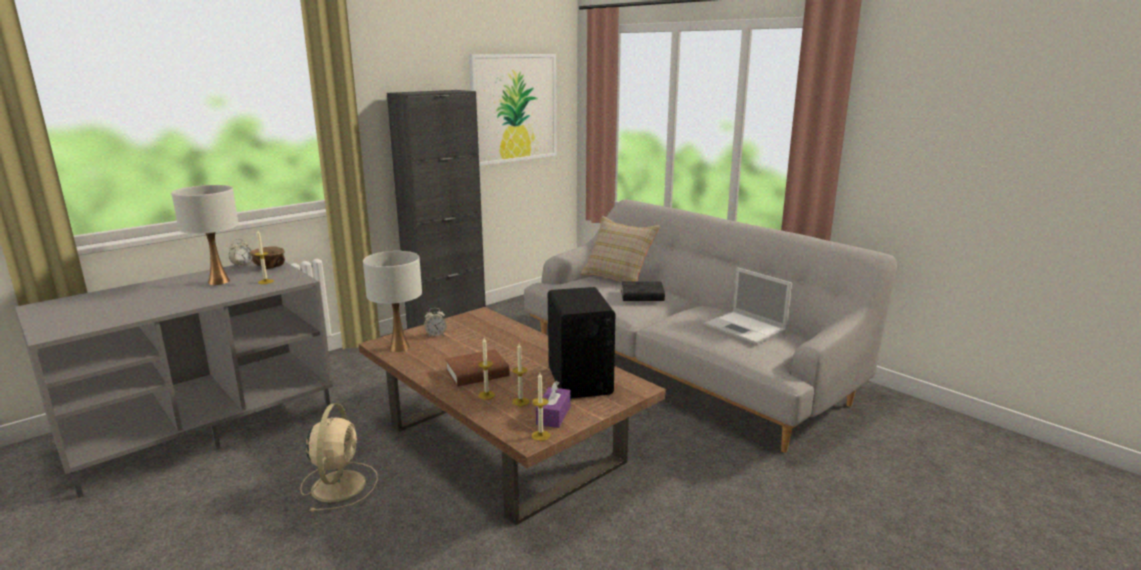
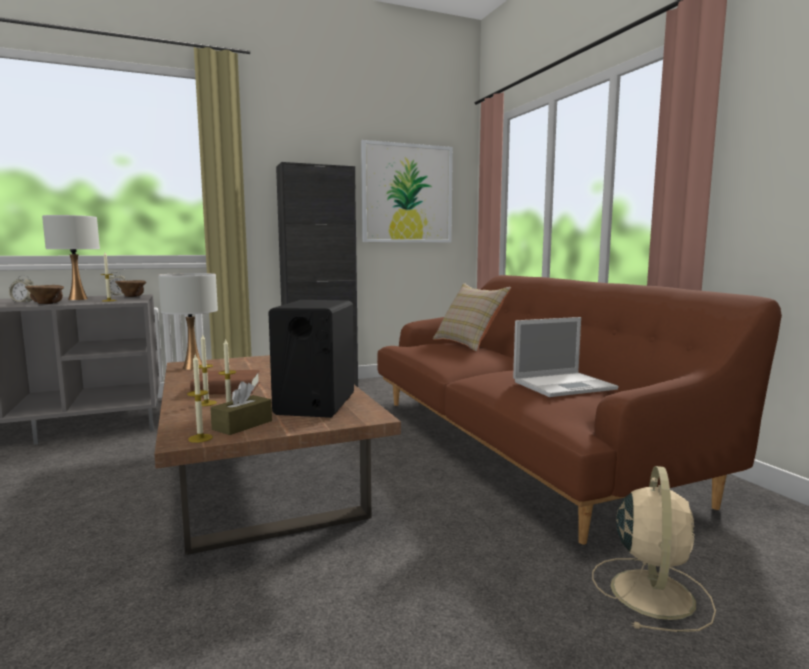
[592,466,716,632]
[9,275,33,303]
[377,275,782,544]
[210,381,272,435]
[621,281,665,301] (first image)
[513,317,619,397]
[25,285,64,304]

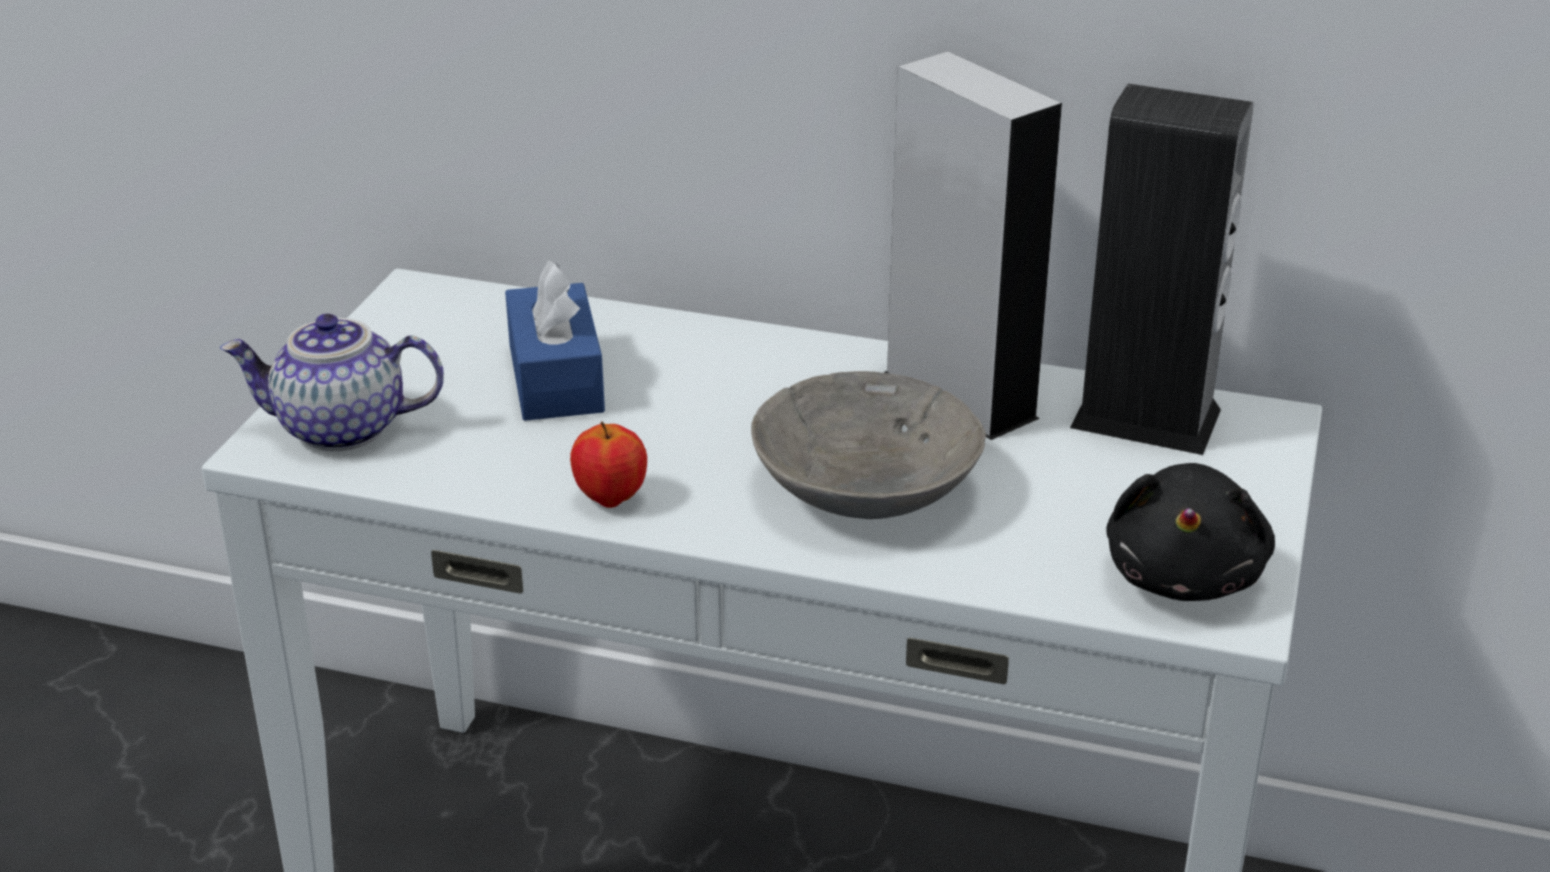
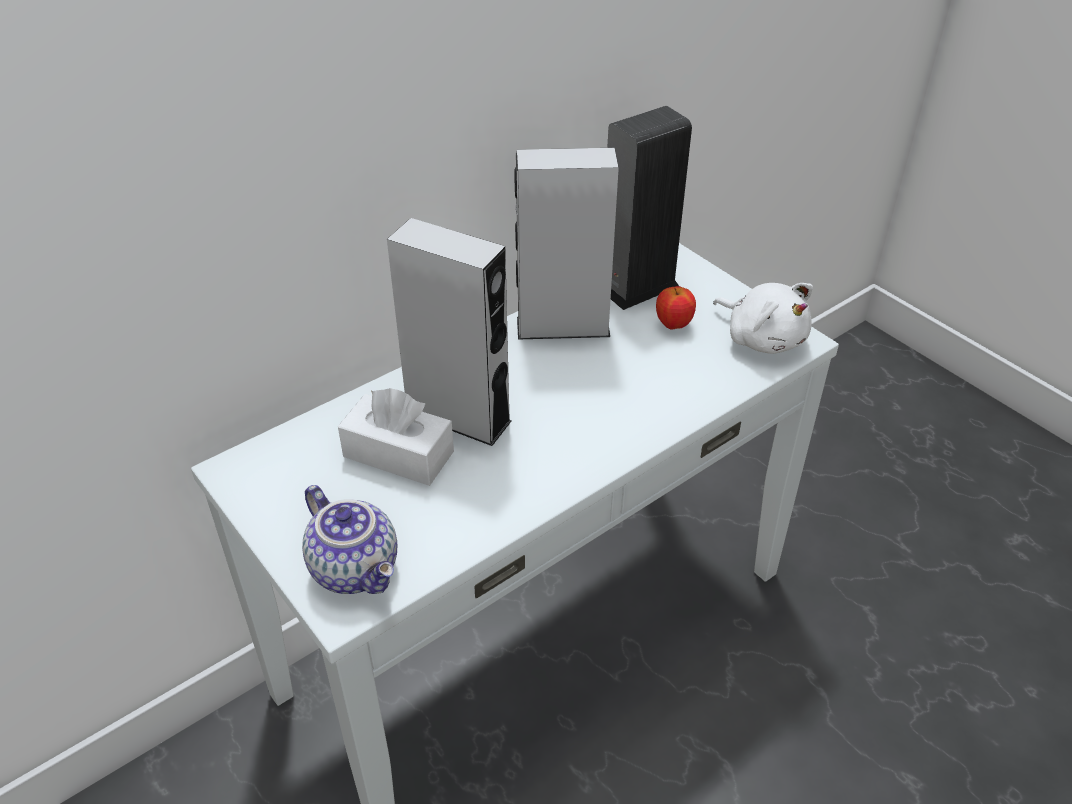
[302,485,397,594]
[338,388,454,486]
[656,286,696,330]
[751,371,986,519] (first image)
[713,283,813,354]
[387,218,511,446]

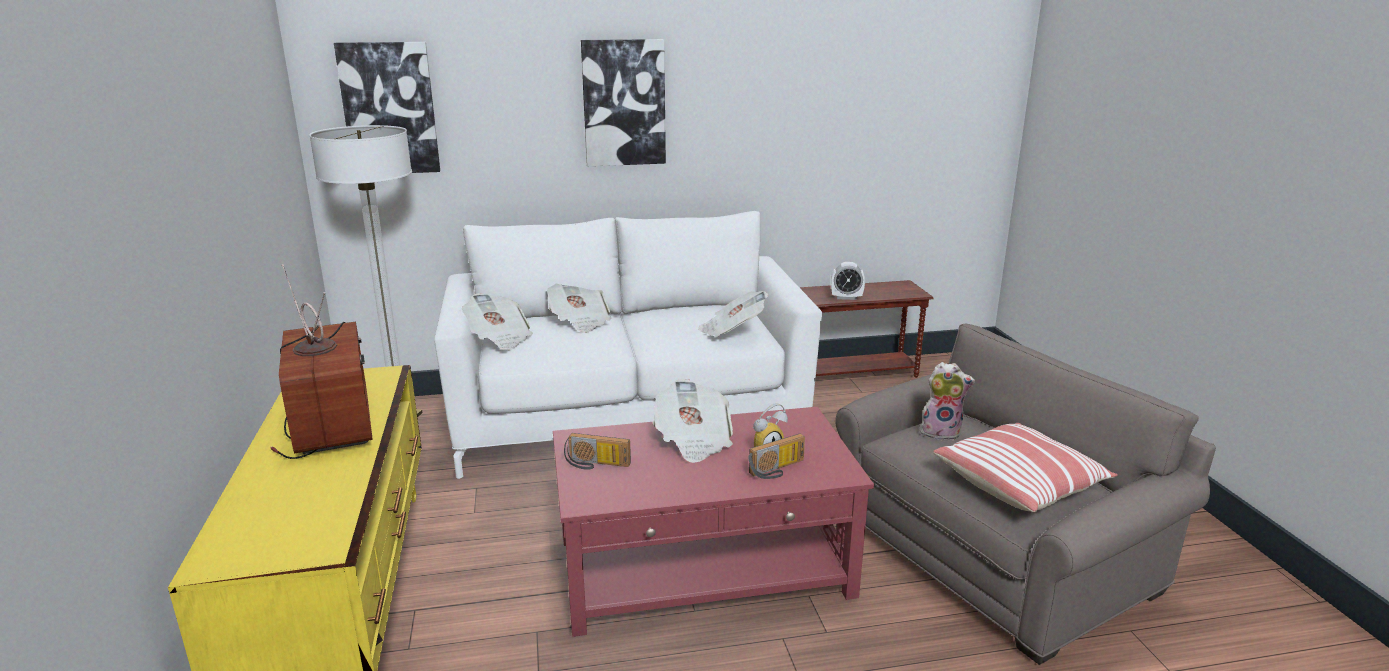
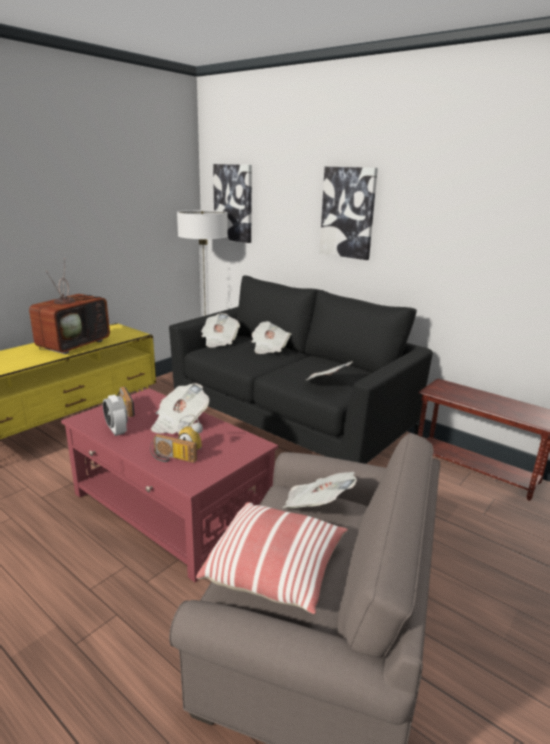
[169,275,433,464]
[103,395,128,436]
[283,472,357,509]

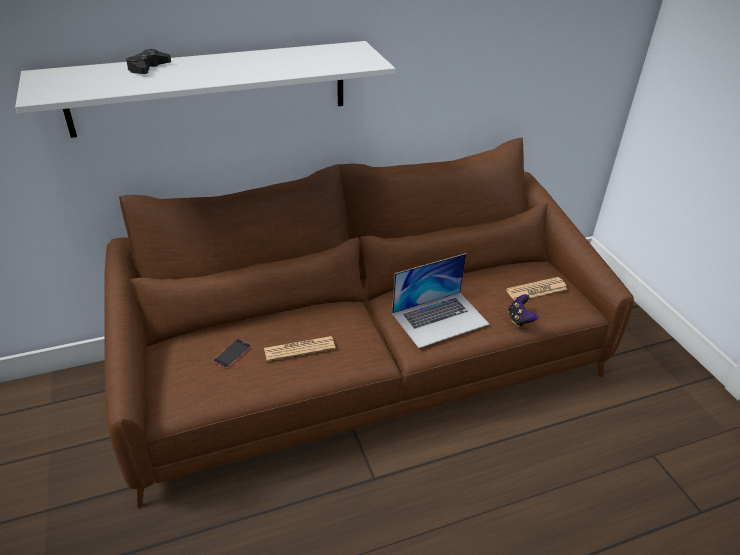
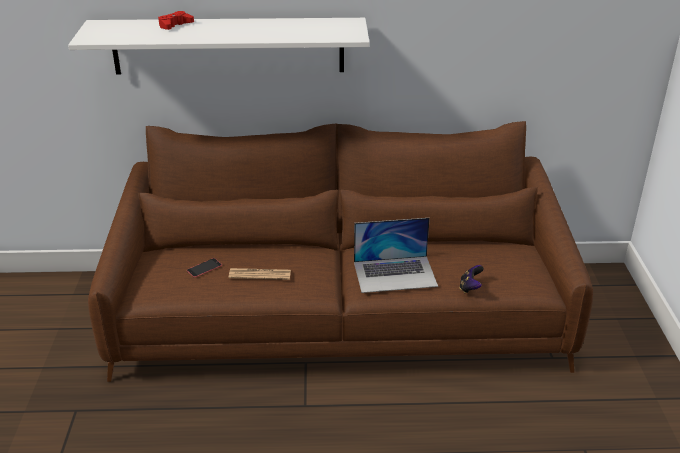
[158,11,194,30]
[506,277,567,300] (first image)

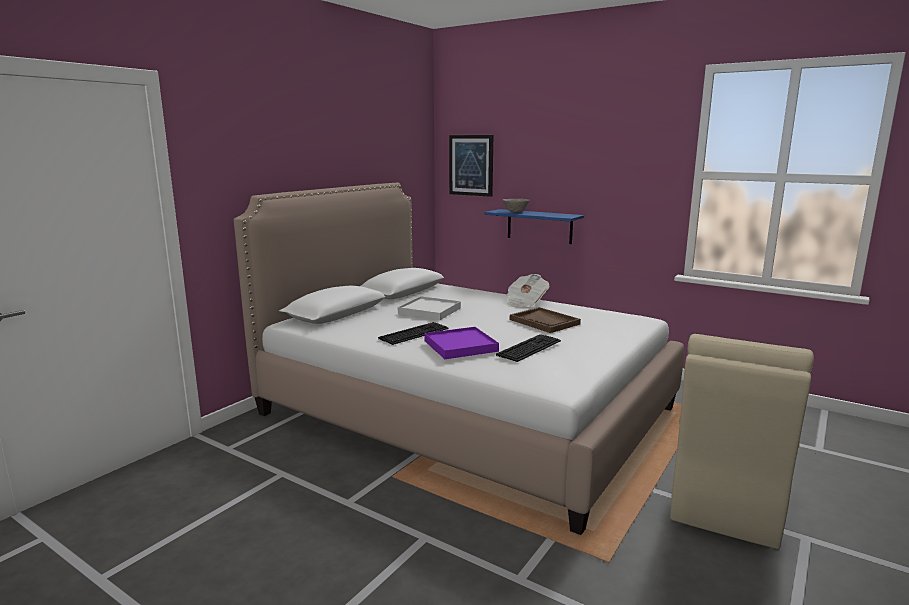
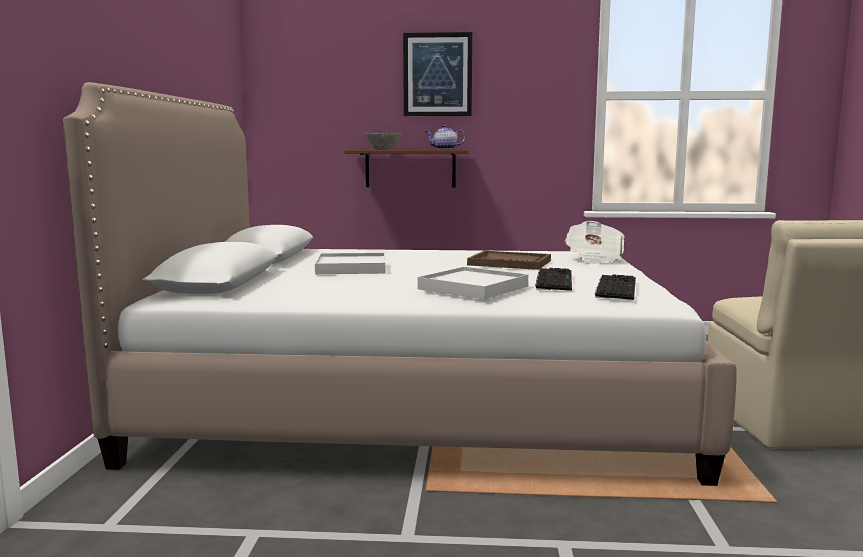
[595,274,636,300]
[417,267,528,300]
[403,32,472,116]
[344,150,470,188]
[565,221,624,264]
[425,125,465,150]

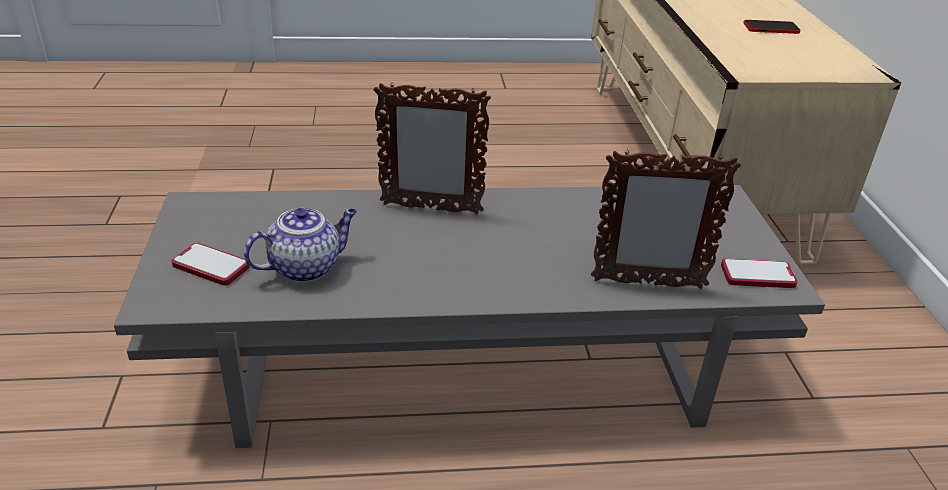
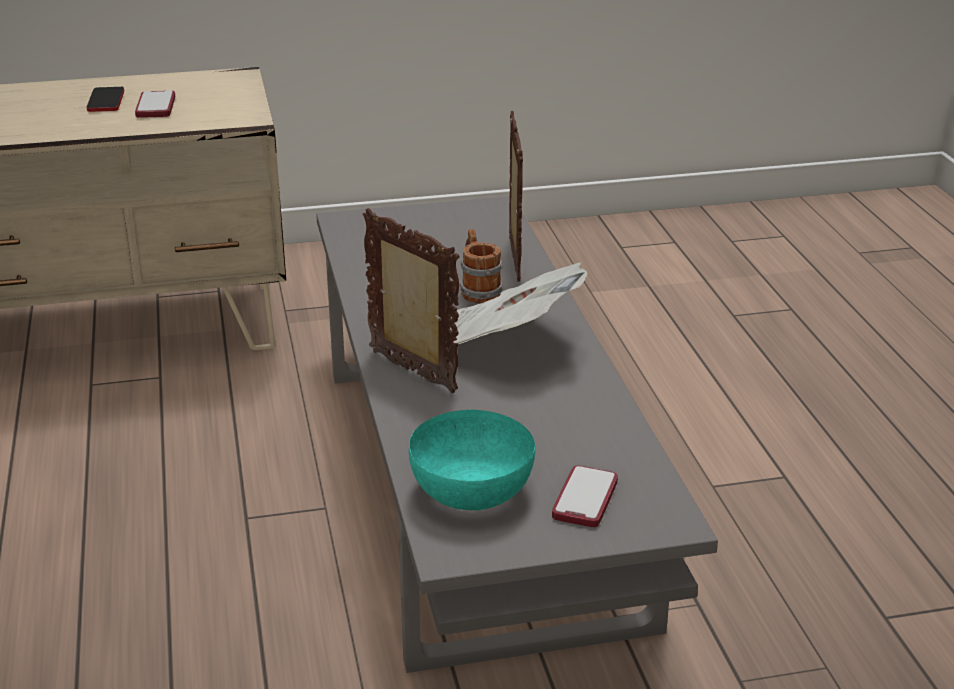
[244,208,357,282] (first image)
[363,208,460,393]
[135,90,175,118]
[409,410,535,510]
[450,263,587,344]
[460,229,504,303]

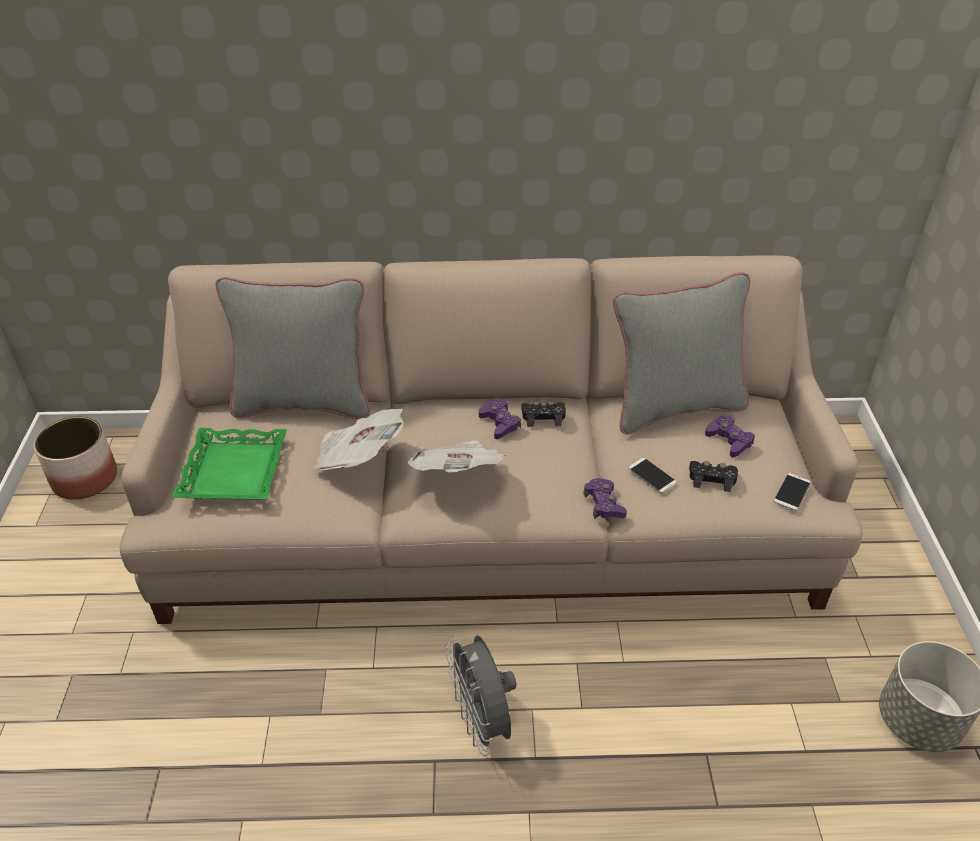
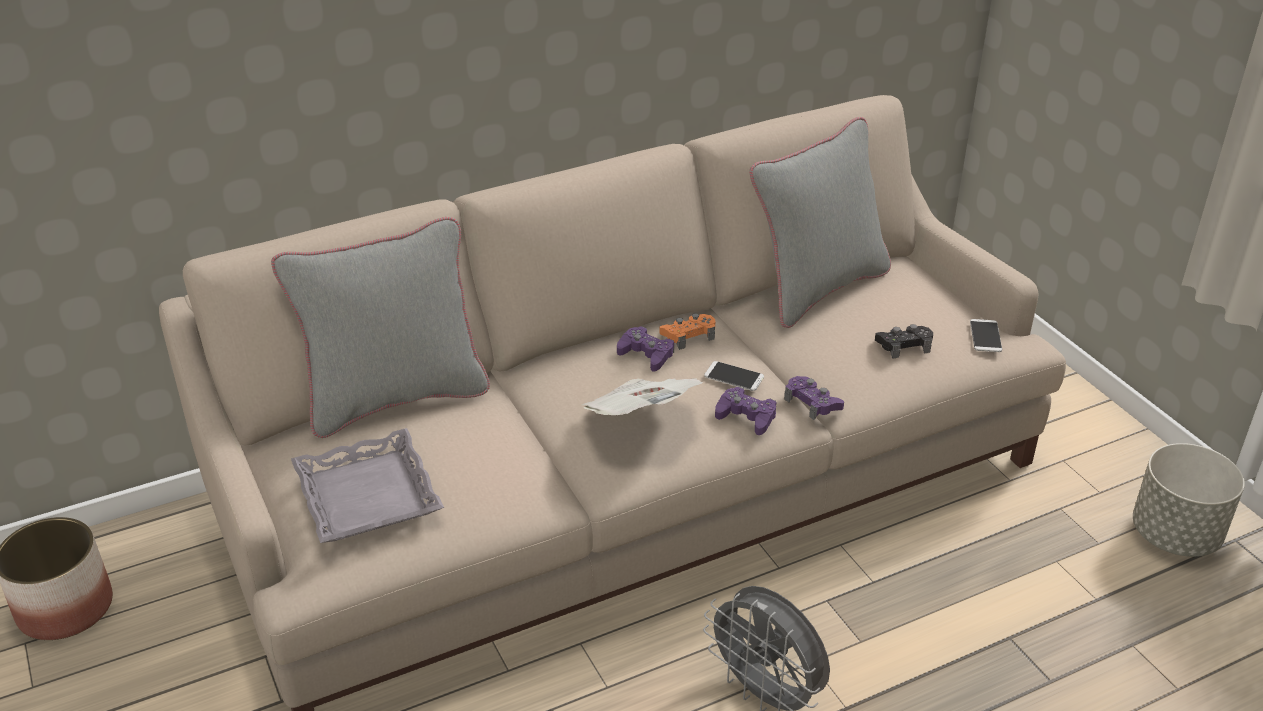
[291,428,444,543]
[313,409,404,470] (first image)
[660,313,715,350]
[704,361,764,391]
[715,387,776,435]

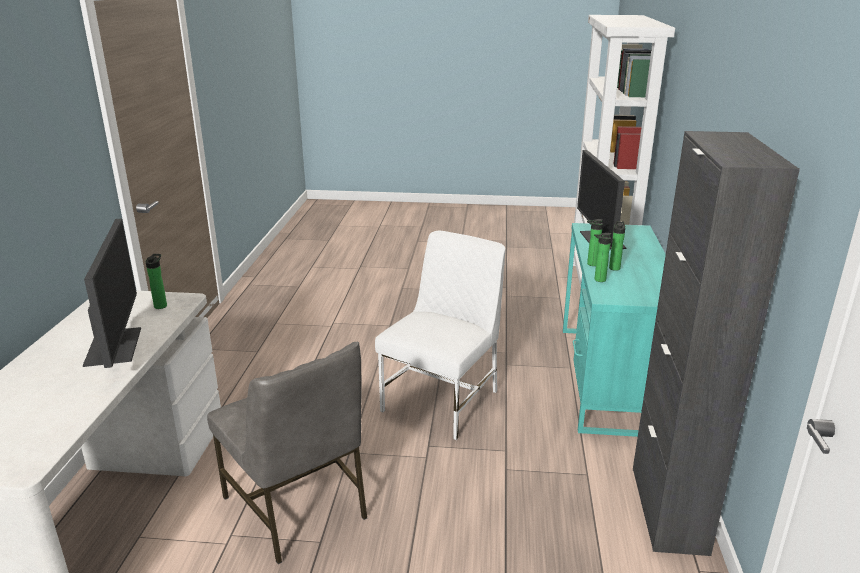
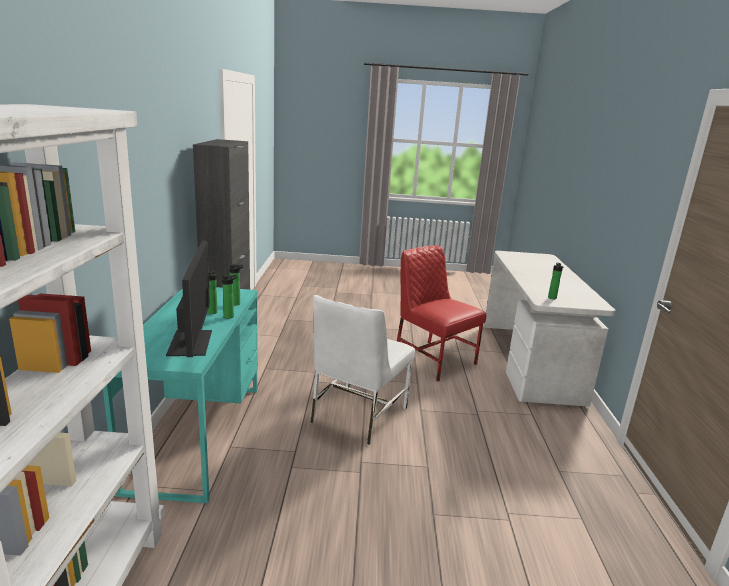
[83,218,141,368] (first image)
[397,245,486,381]

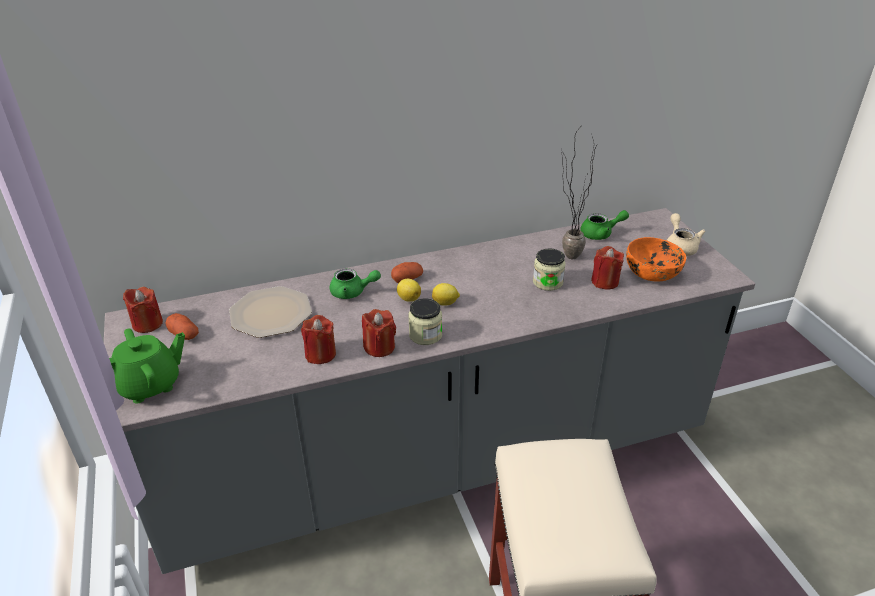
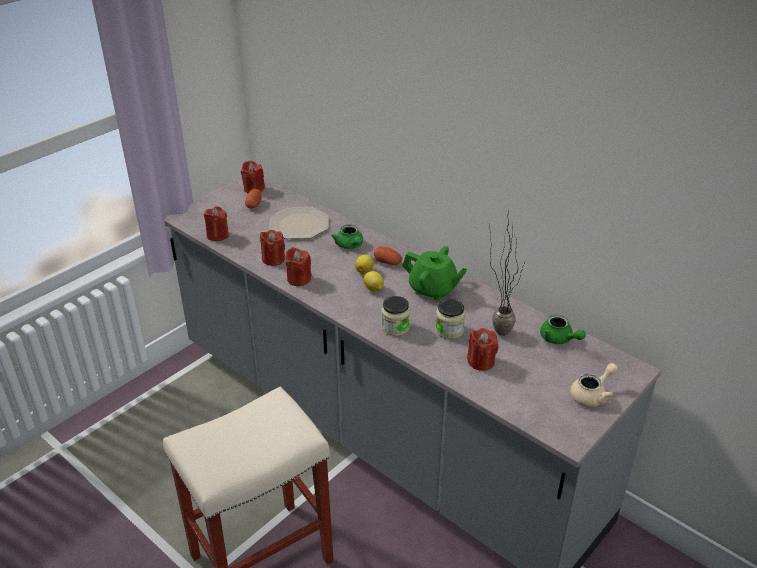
[402,246,468,301]
[381,296,410,336]
[626,237,686,282] (first image)
[204,206,229,241]

